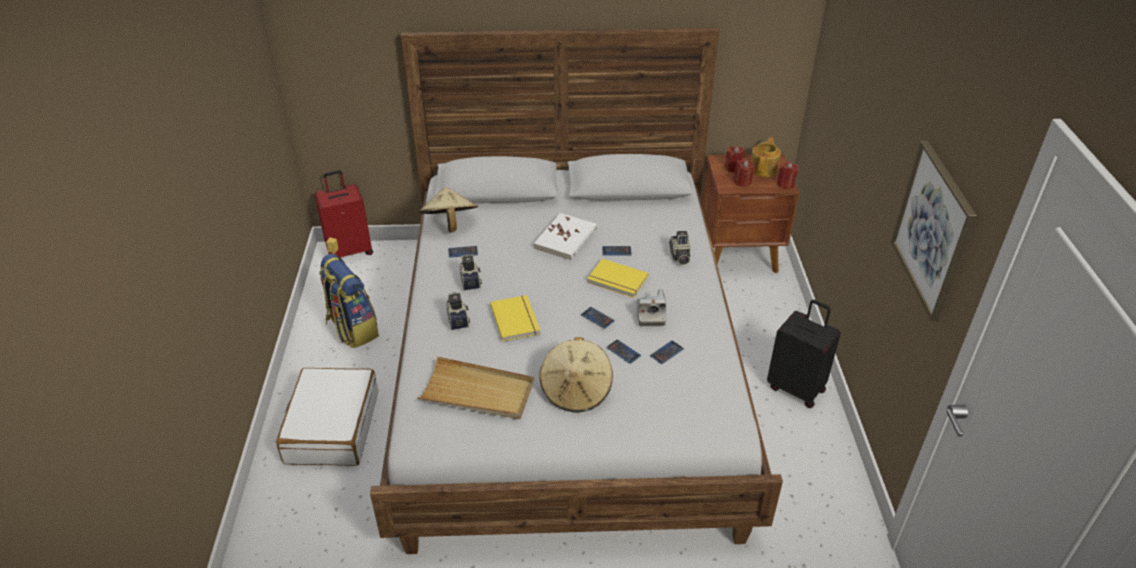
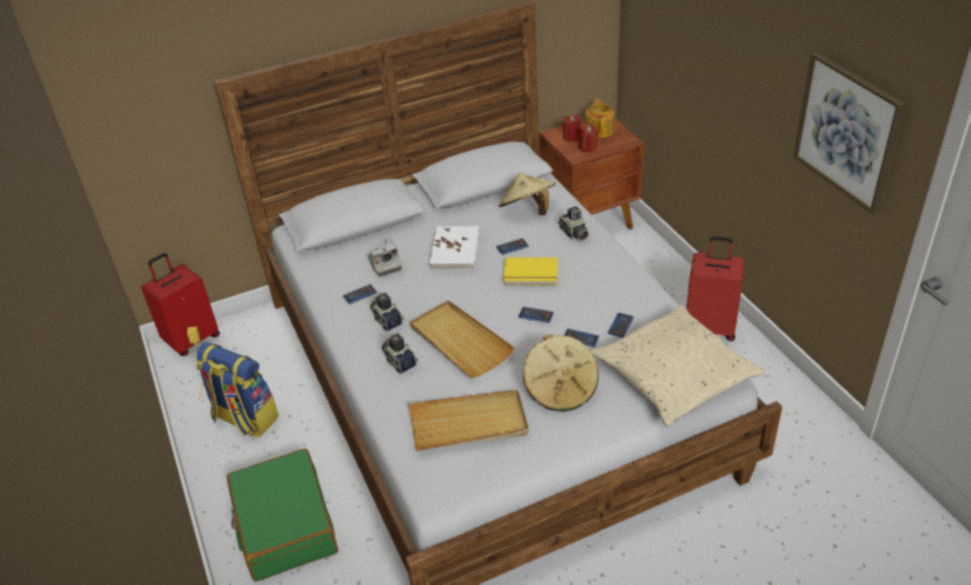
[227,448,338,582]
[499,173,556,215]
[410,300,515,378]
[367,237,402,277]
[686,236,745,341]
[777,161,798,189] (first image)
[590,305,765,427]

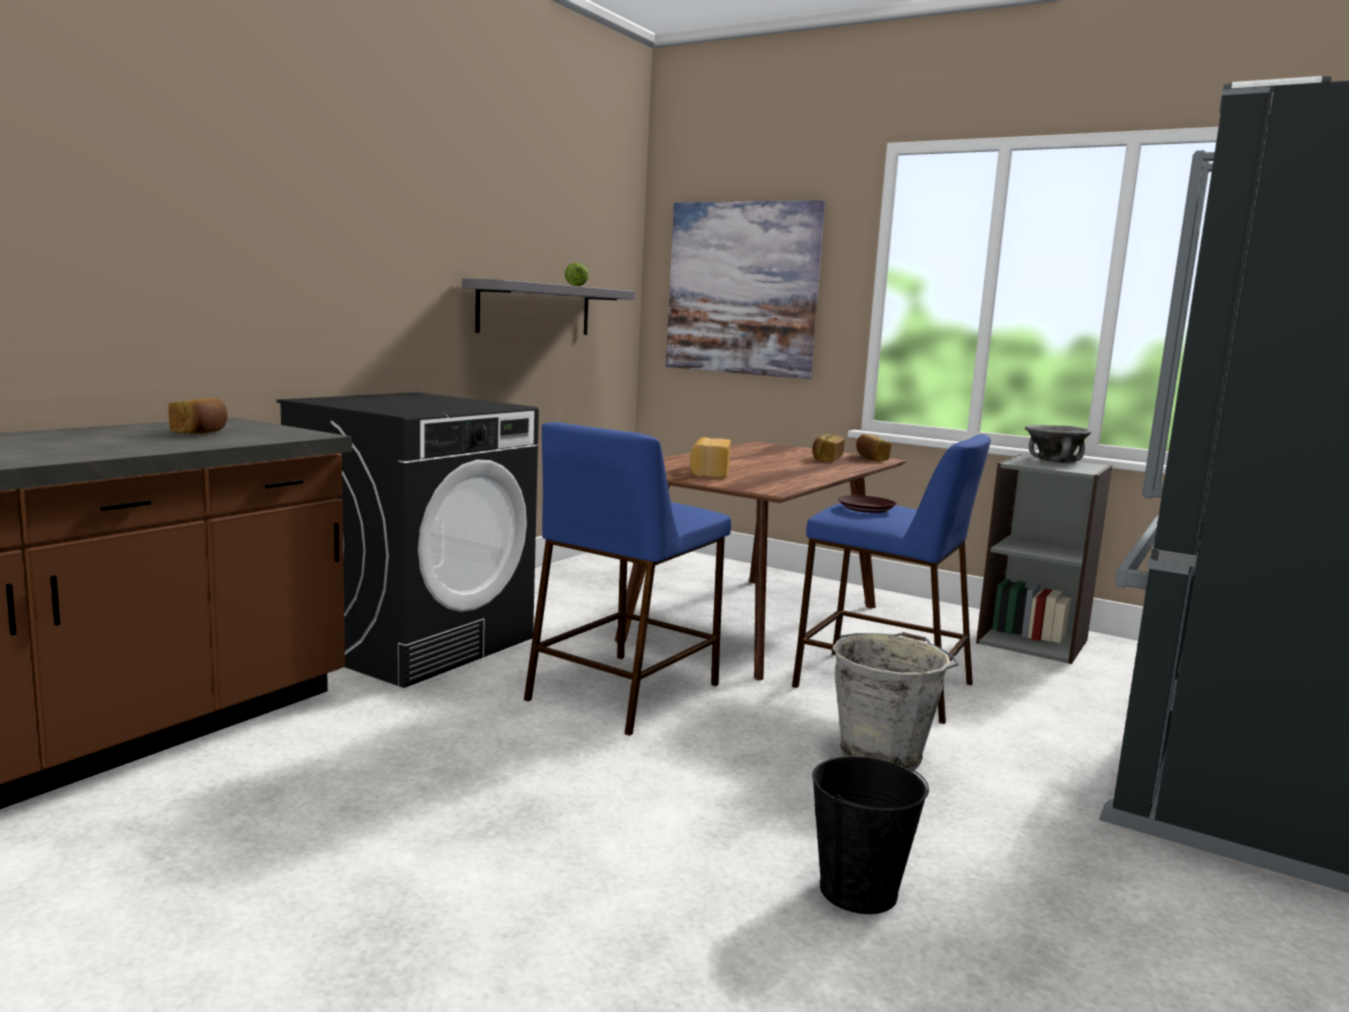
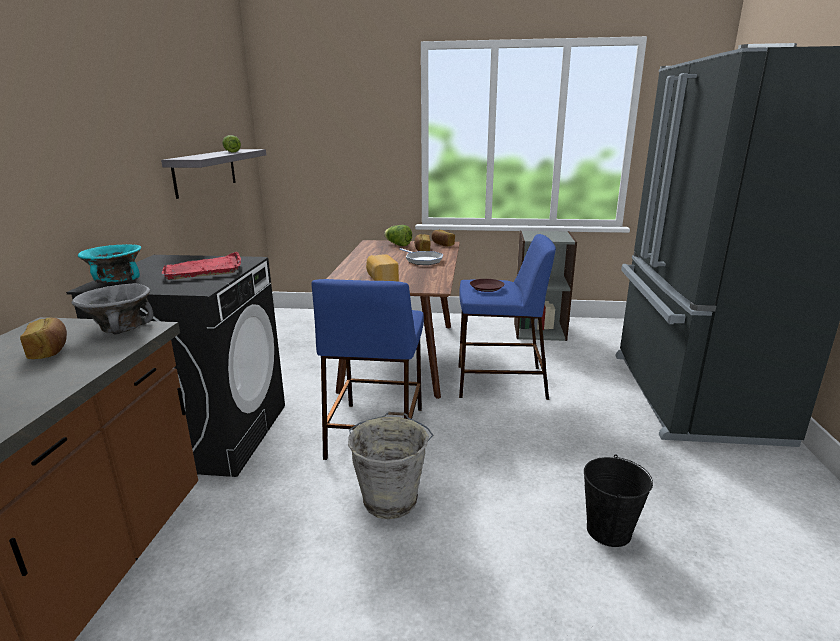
[666,200,826,379] (first image)
[348,412,433,519]
[72,284,154,334]
[78,244,141,283]
[162,252,241,280]
[384,225,412,246]
[400,248,443,265]

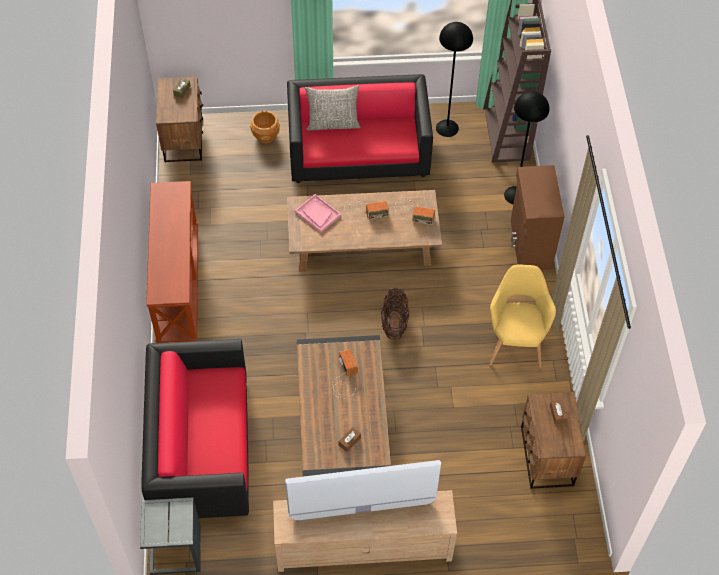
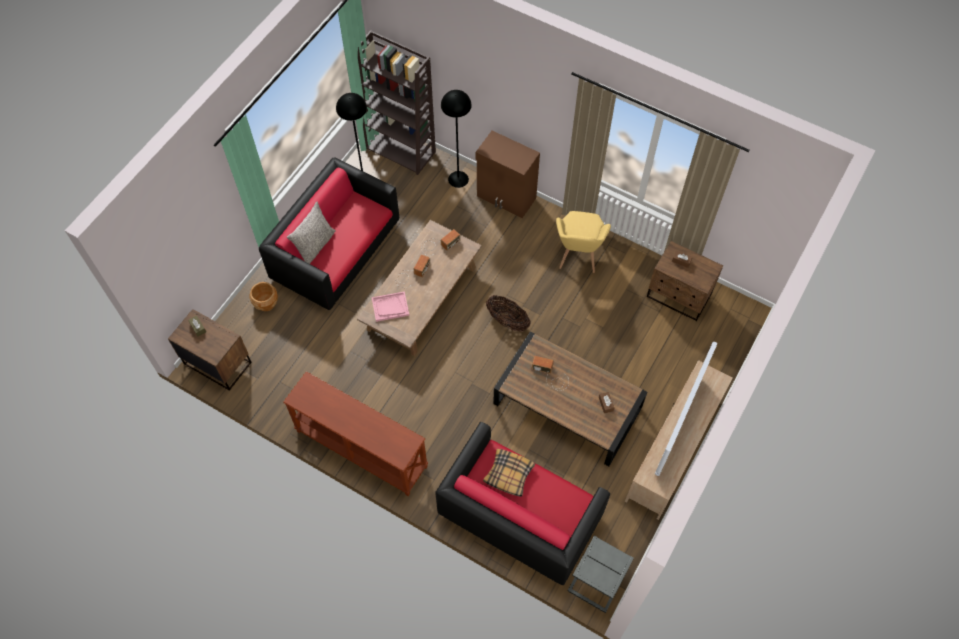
[556,211,611,273]
[483,449,535,497]

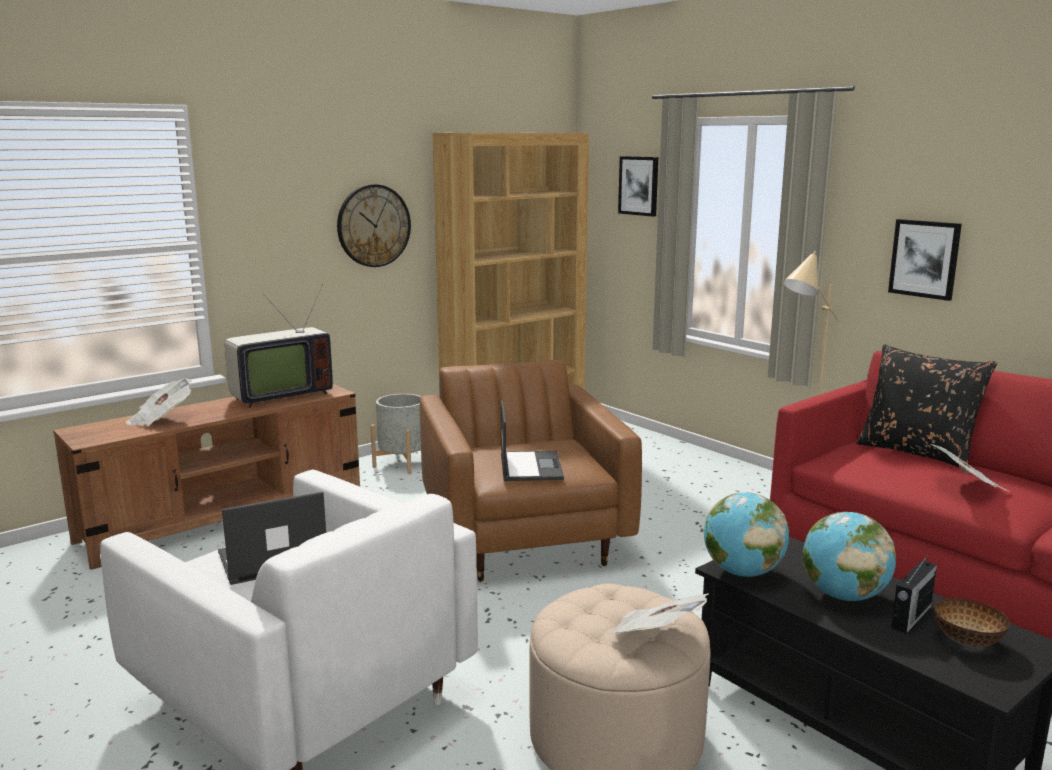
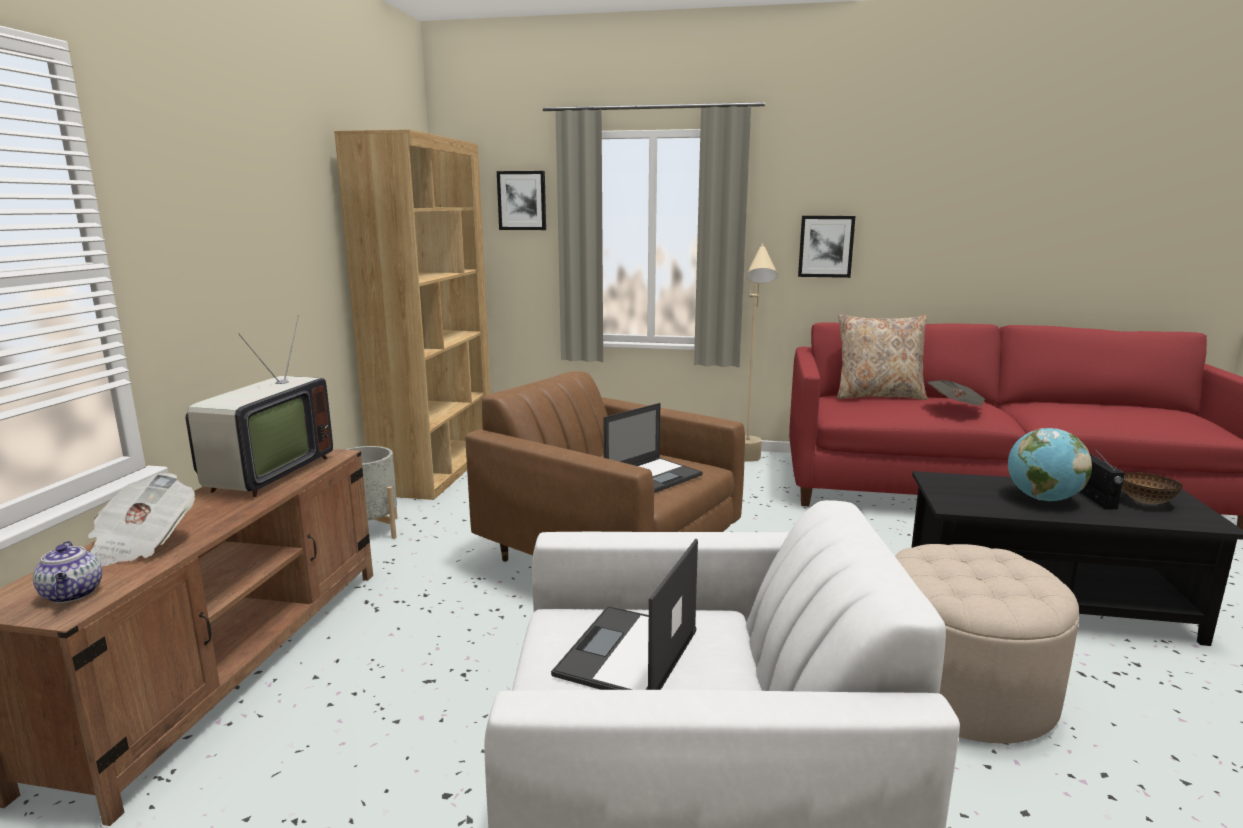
[337,184,411,267] (first image)
[604,403,703,493]
[609,593,709,634] (first image)
[704,492,789,577] (first image)
[837,314,928,400]
[33,541,102,603]

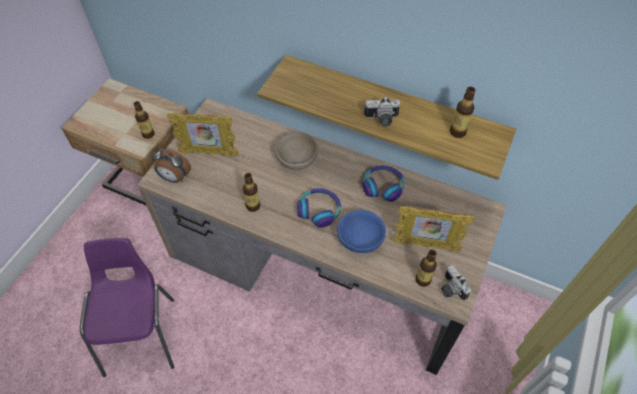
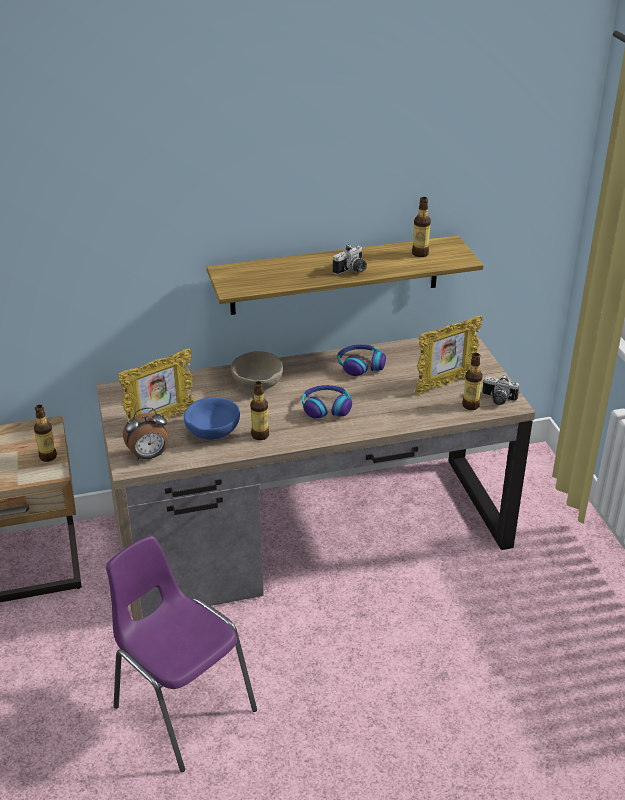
[184,398,240,440]

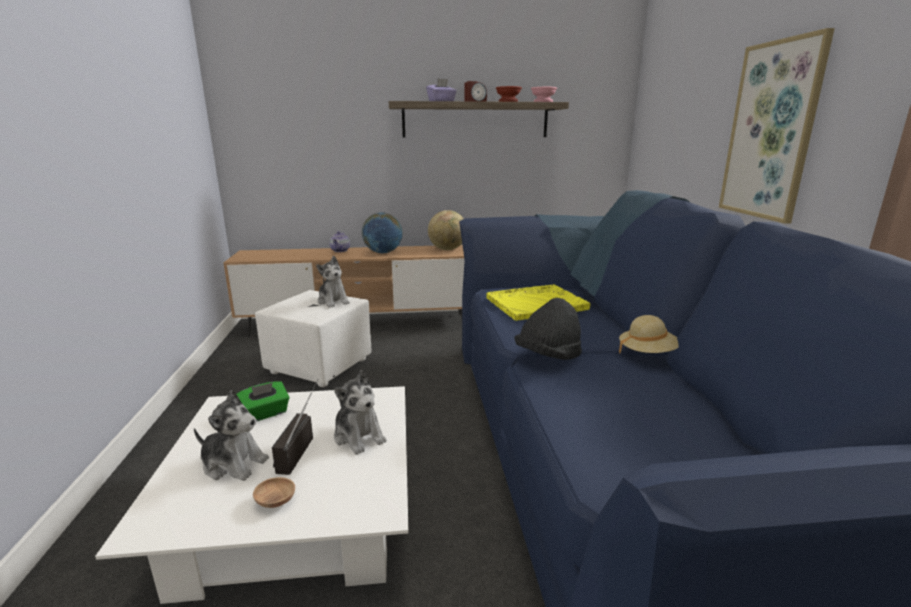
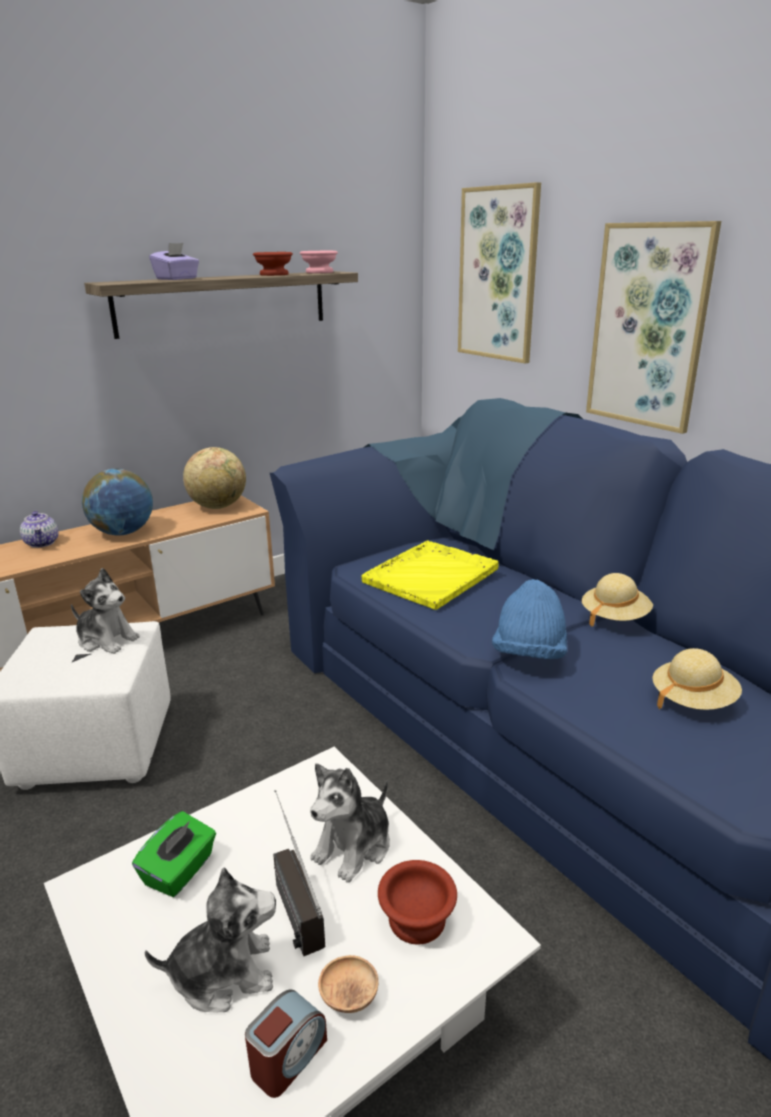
[310,763,390,883]
[245,989,327,1098]
[492,579,567,659]
[378,860,457,945]
[458,182,541,363]
[652,648,742,710]

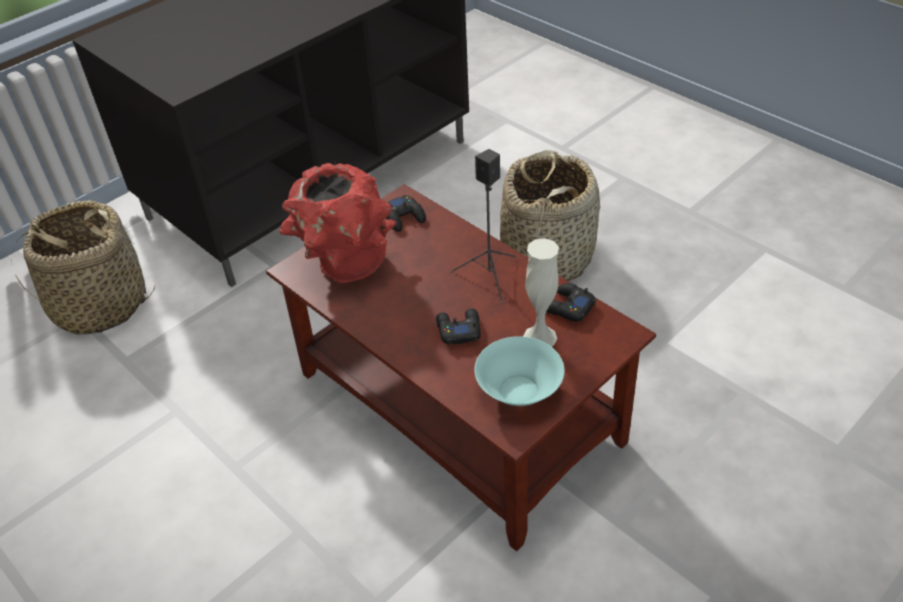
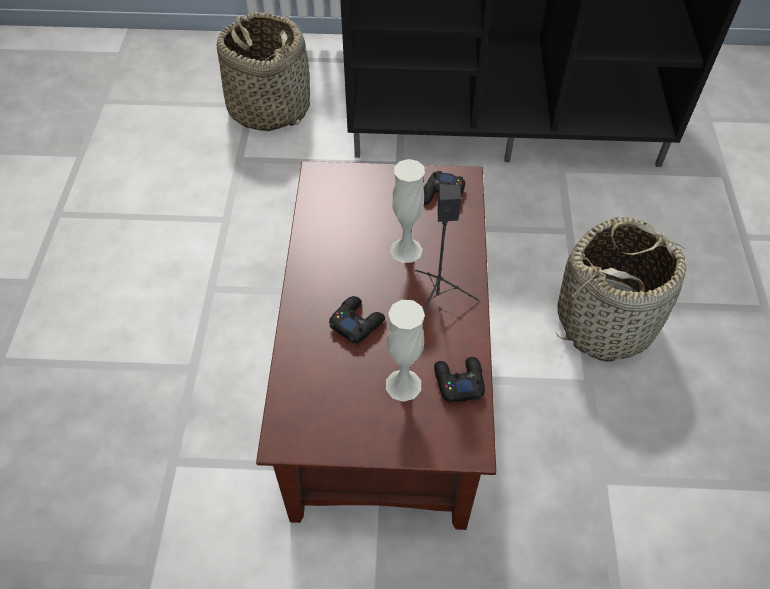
[280,163,396,283] (first image)
[475,336,565,406] (first image)
[390,159,425,263]

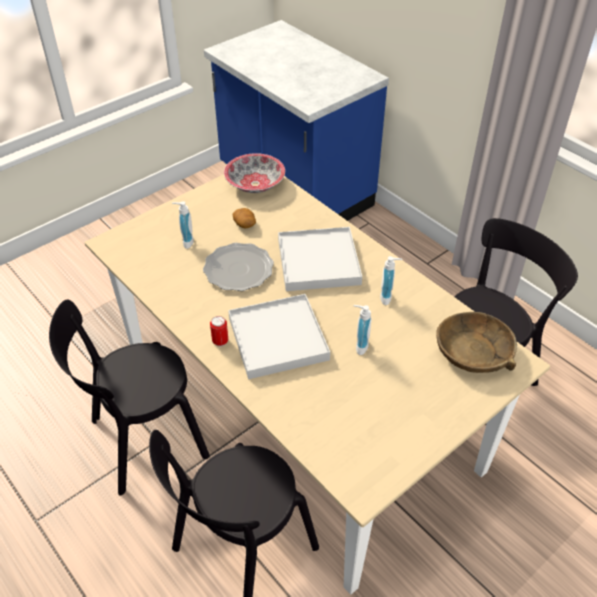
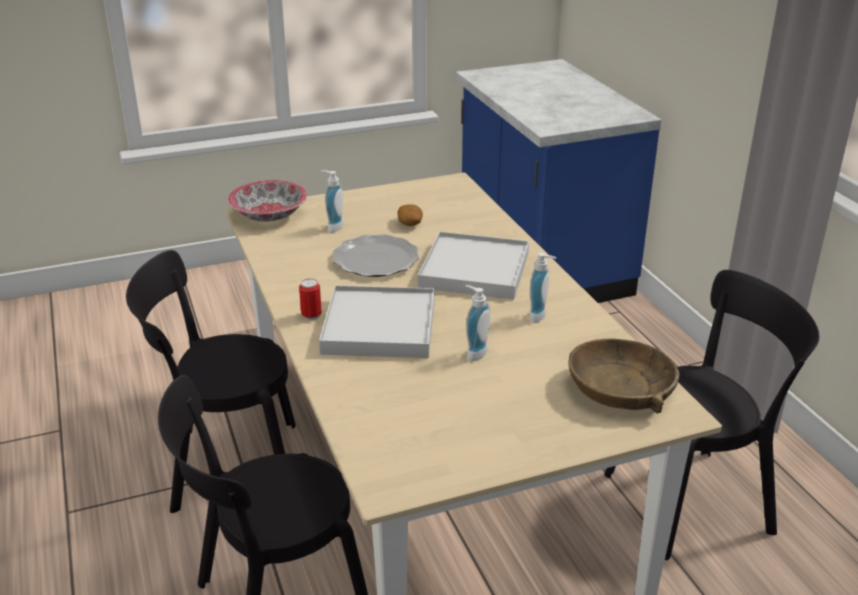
[228,180,307,222]

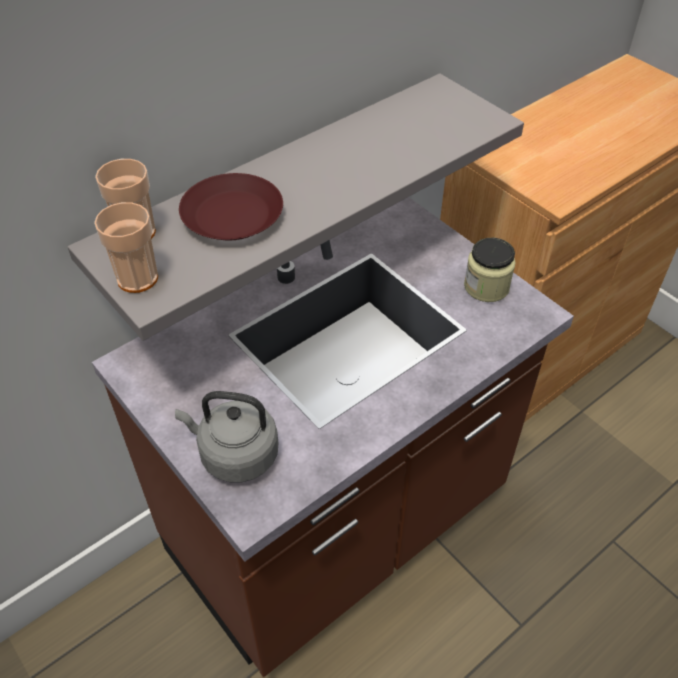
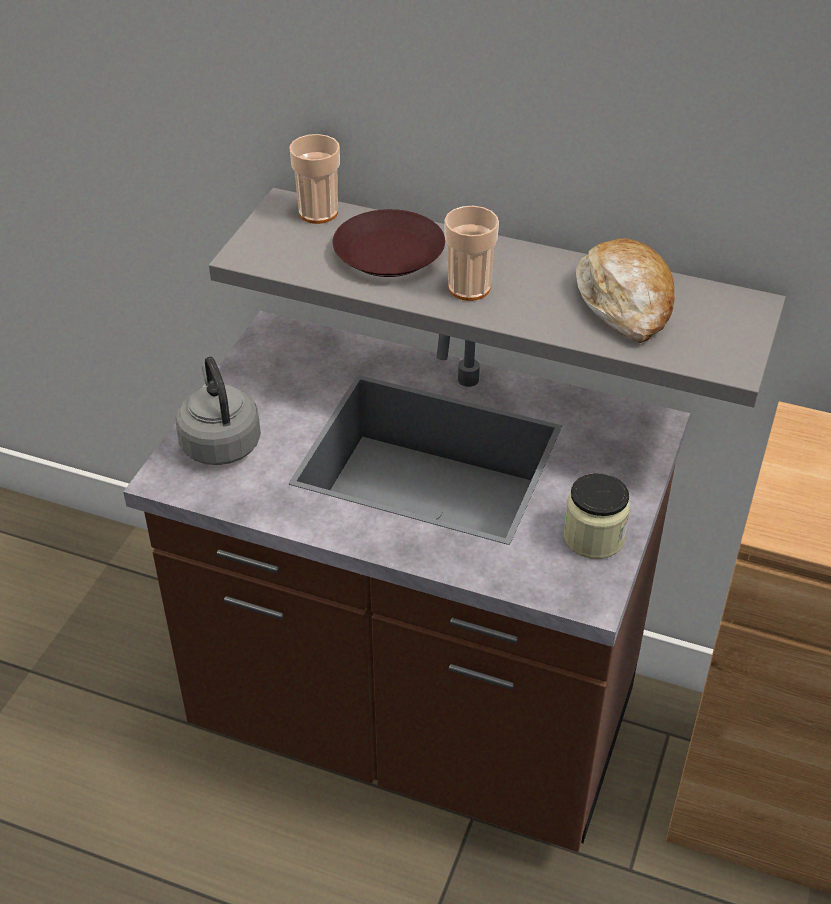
[444,206,499,301]
[576,238,675,343]

